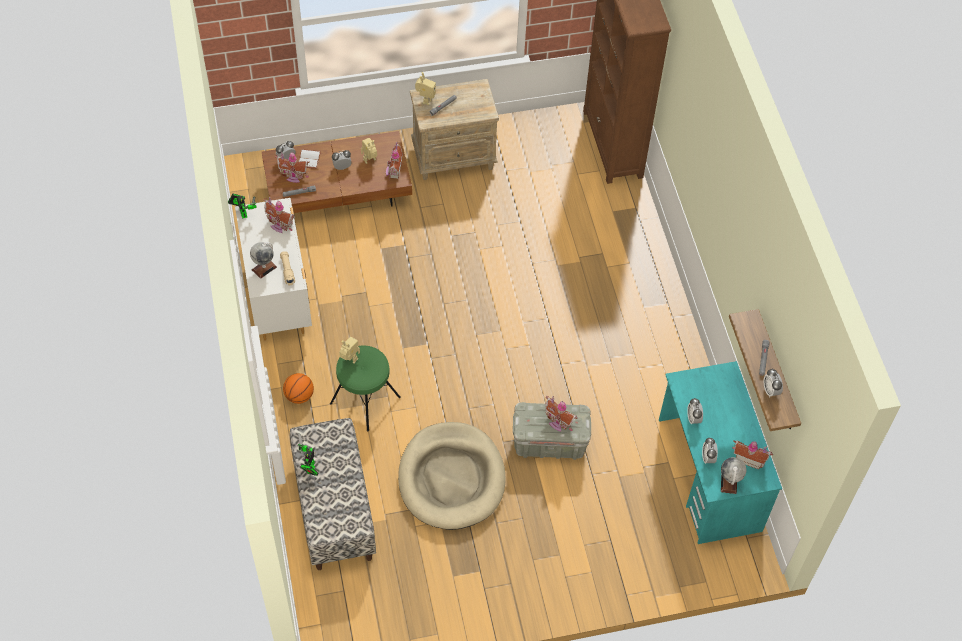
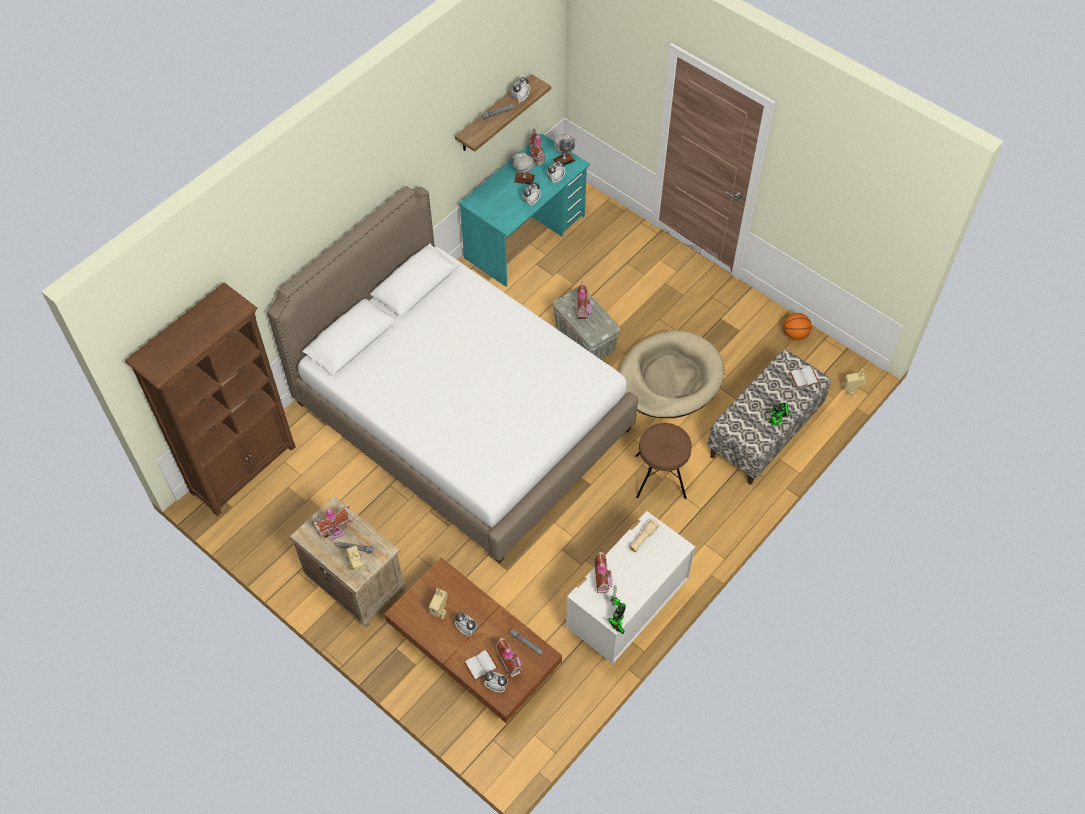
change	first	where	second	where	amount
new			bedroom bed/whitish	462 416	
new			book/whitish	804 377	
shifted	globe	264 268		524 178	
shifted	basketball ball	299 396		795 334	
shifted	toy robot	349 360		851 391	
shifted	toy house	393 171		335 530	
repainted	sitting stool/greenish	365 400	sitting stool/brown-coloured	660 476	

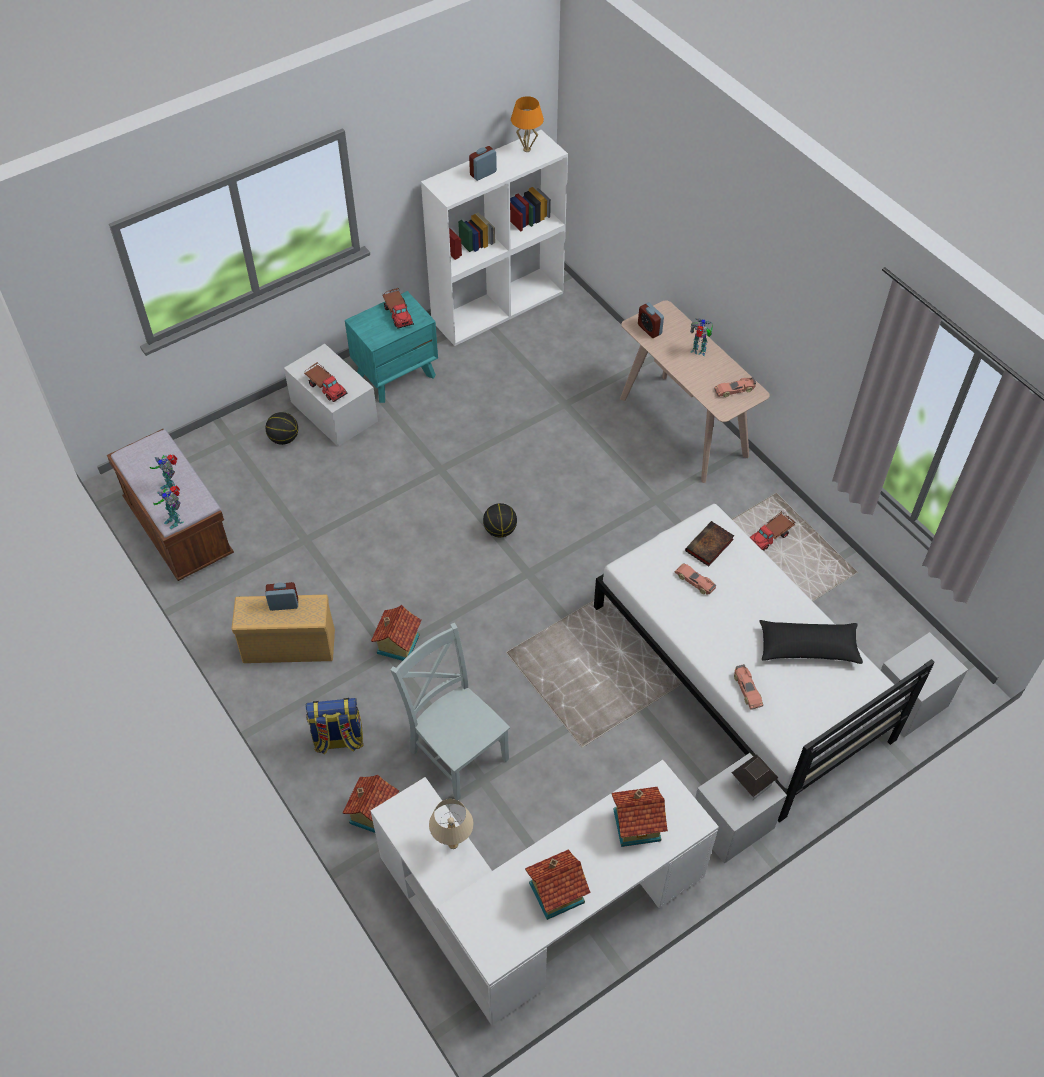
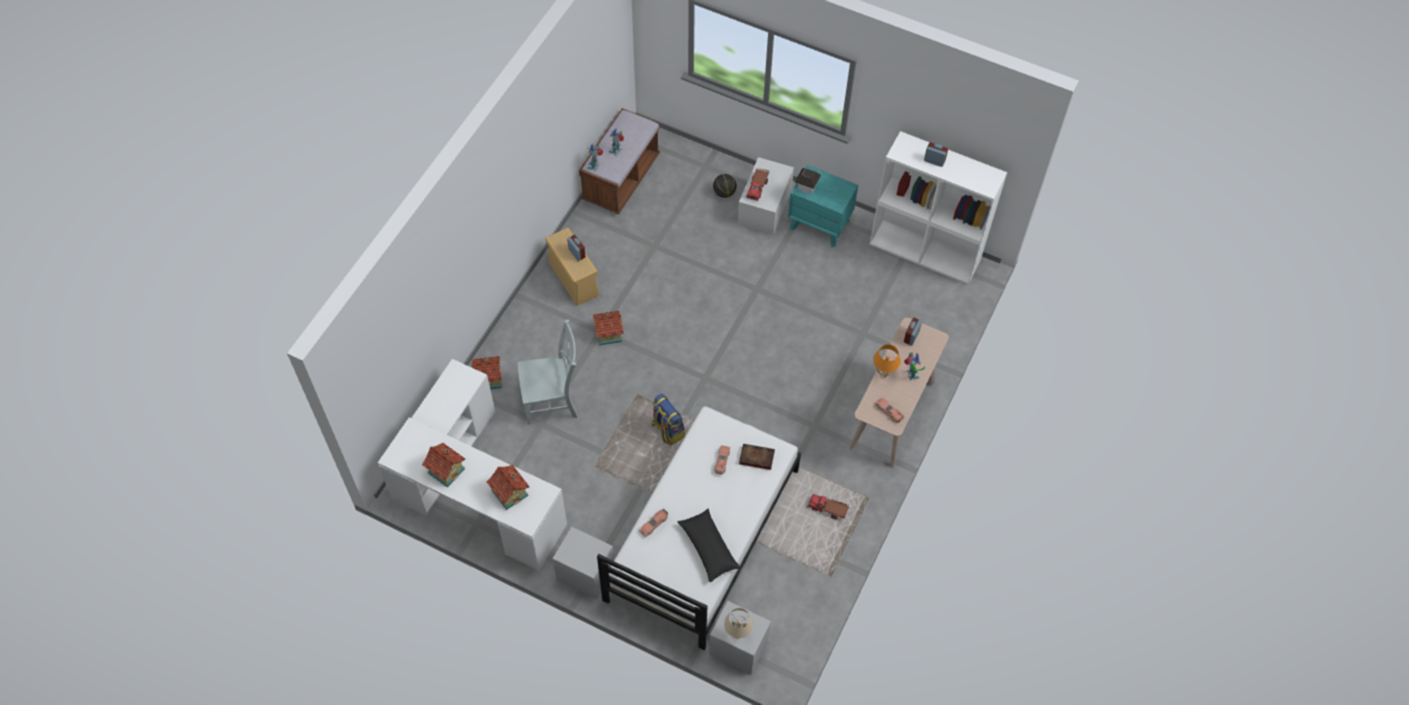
change	first	where	second	where	amount
gone	toy truck	398 313			
gone	basketball ball	500 530			
shifted	backpack	338 740		667 430	
shifted	tabletop lamp/beige	453 844		737 635	
shifted	tabletop lamp/orangey	526 149		883 375	
shifted	toy house	752 783		807 185	
rotated	upright chair/gray	456 751		552 401	60 degrees clockwise

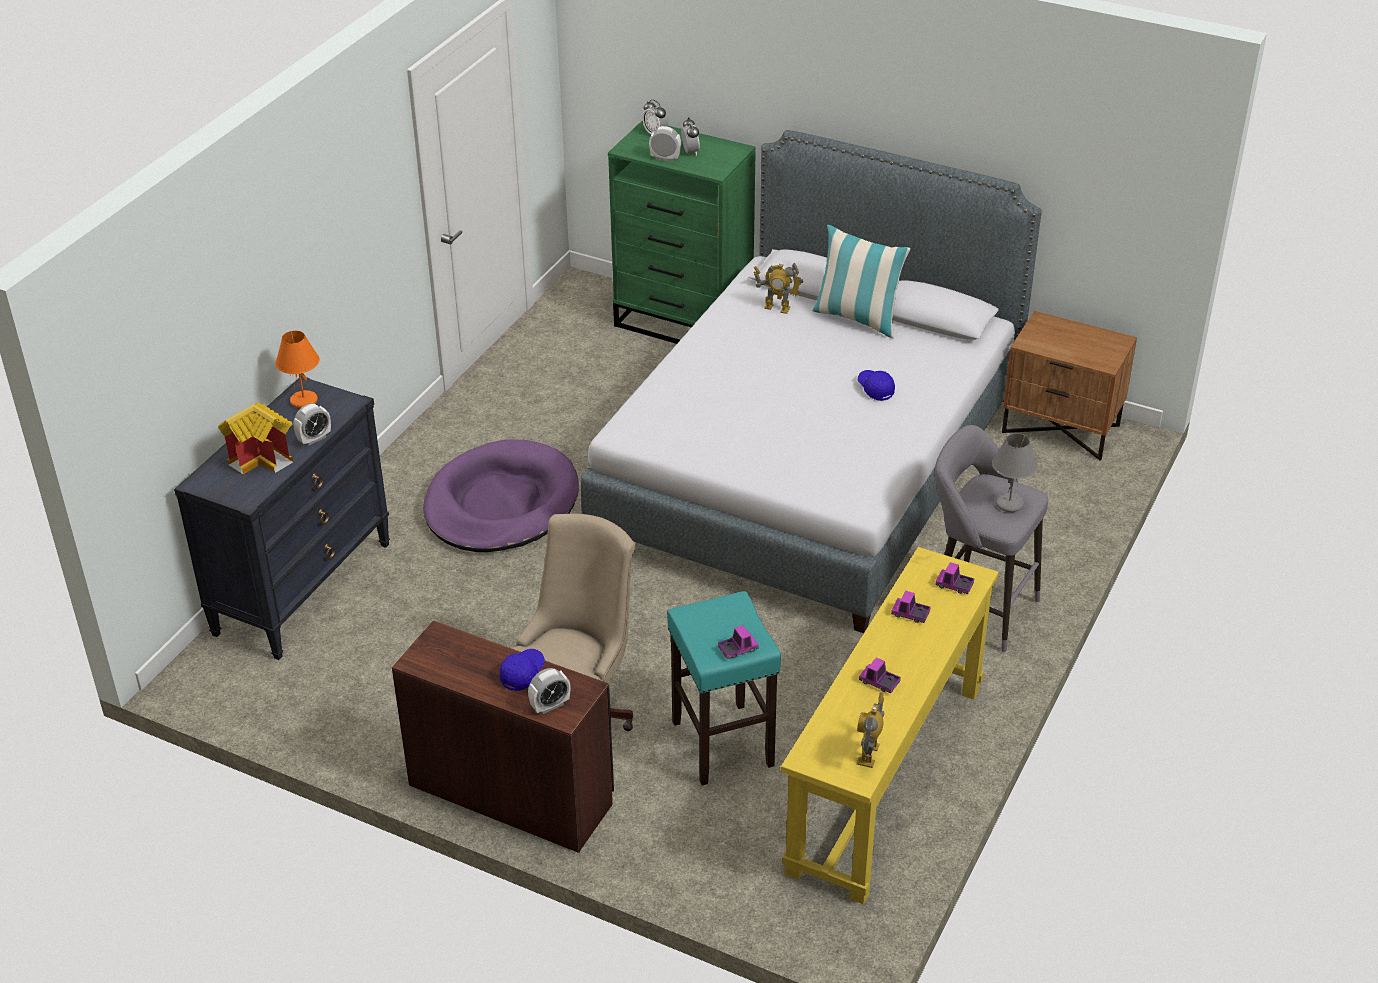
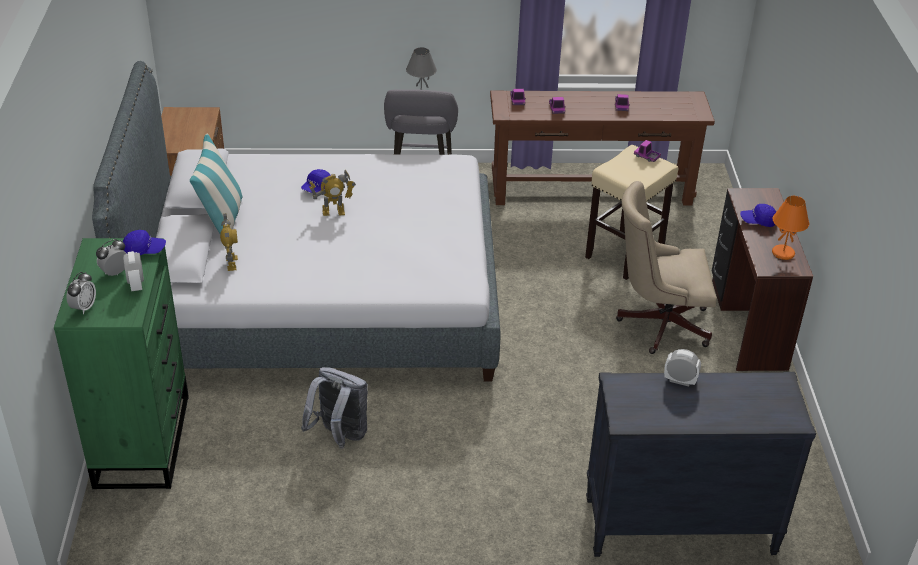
change	first	where	second	where	amount
gone	toy house	263 458			
gone	pet bed/purple-coloured	501 503			
gone	alarm clock	550 705			
new			cap/blue-coloured	145 250	
new			backpack/gray	339 436	
shifted	tabletop lamp/orangey	304 401		783 253	
shifted	toy robot	869 755		333 212	
repainted	sitting stool/turquoise	721 742	sitting stool/beige	624 255	
repainted	hall table/yellow	886 778	hall table/brown-coloured	591 190	

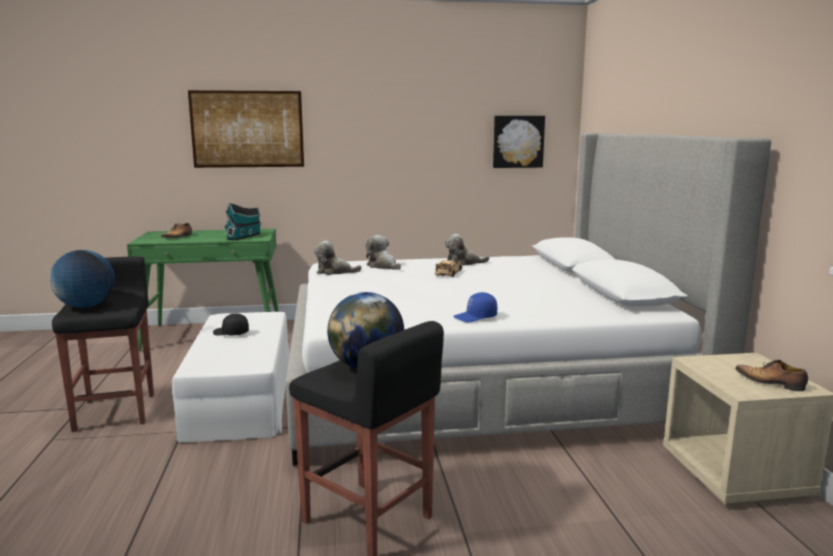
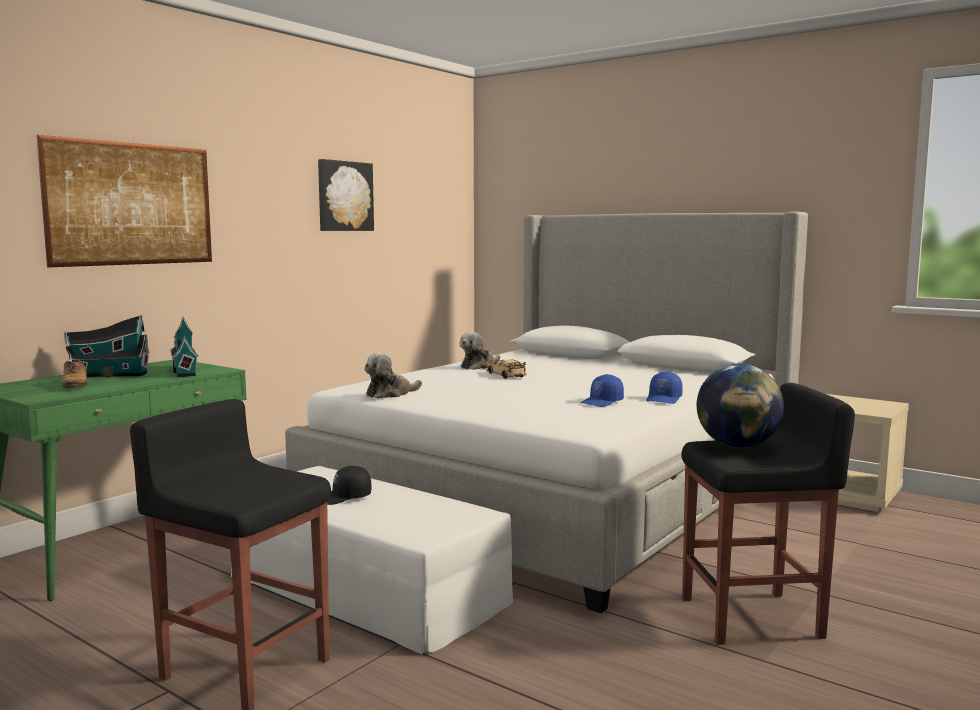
change	first	where	second	where	amount
gone	globe	86 306			
gone	cuddly toy	383 266			
gone	item of footwear	770 383			
new			toy house	108 375	
new			cap/blue-coloured	602 402	
shifted	picture	518 141		344 196	

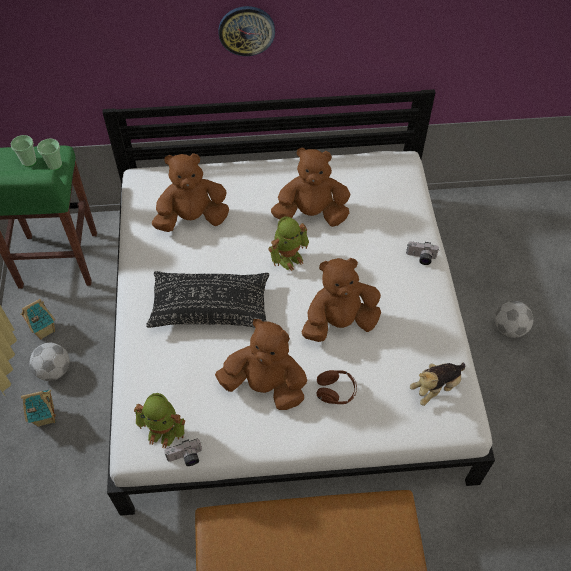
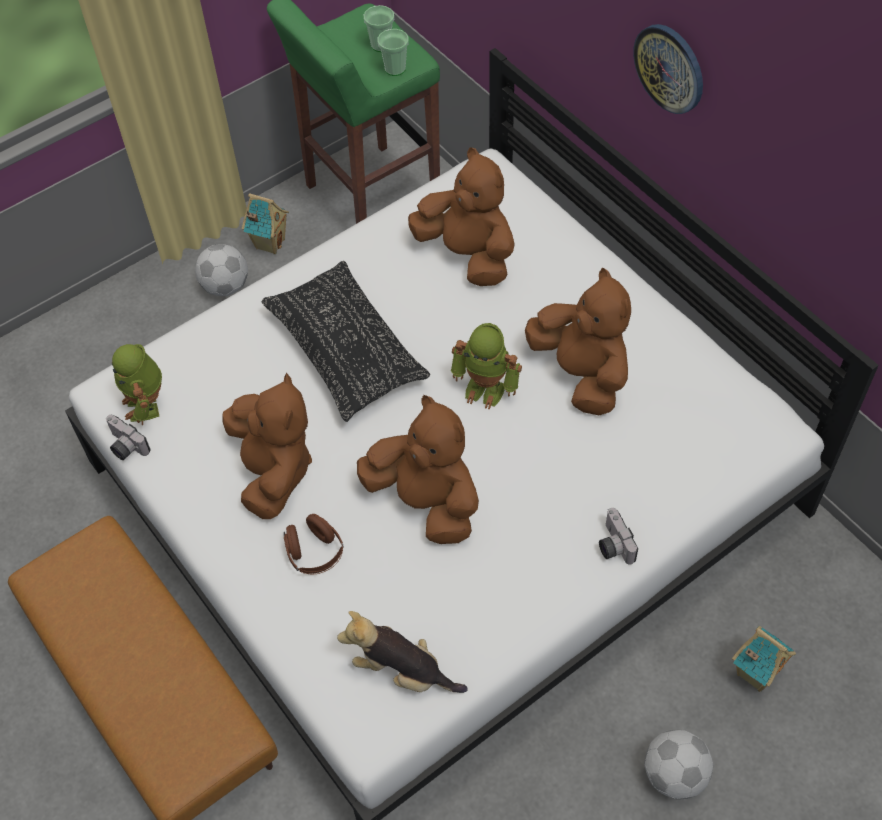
change	first	where	second	where	amount
shifted	toy house	45 417		755 672	

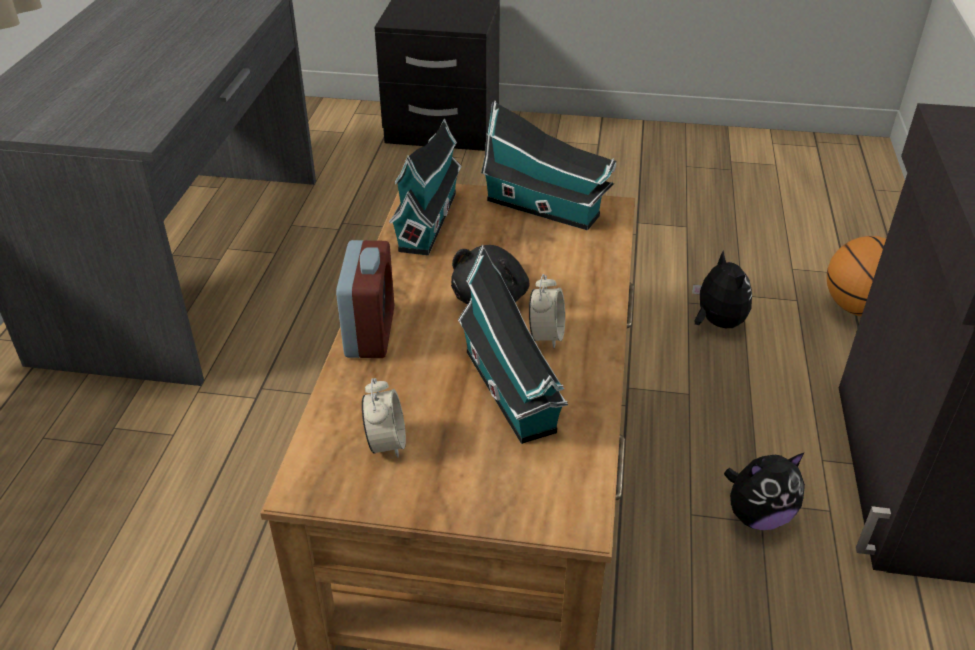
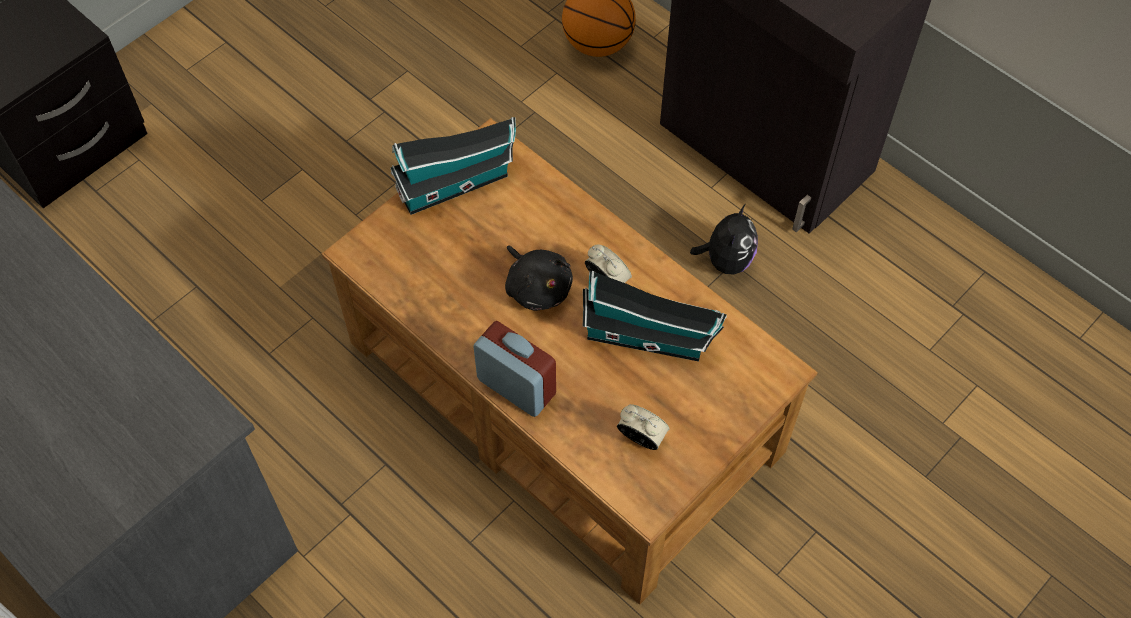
change	first	where	second	where	amount
gone	toy house	429 219			
gone	cuddly toy	717 322			

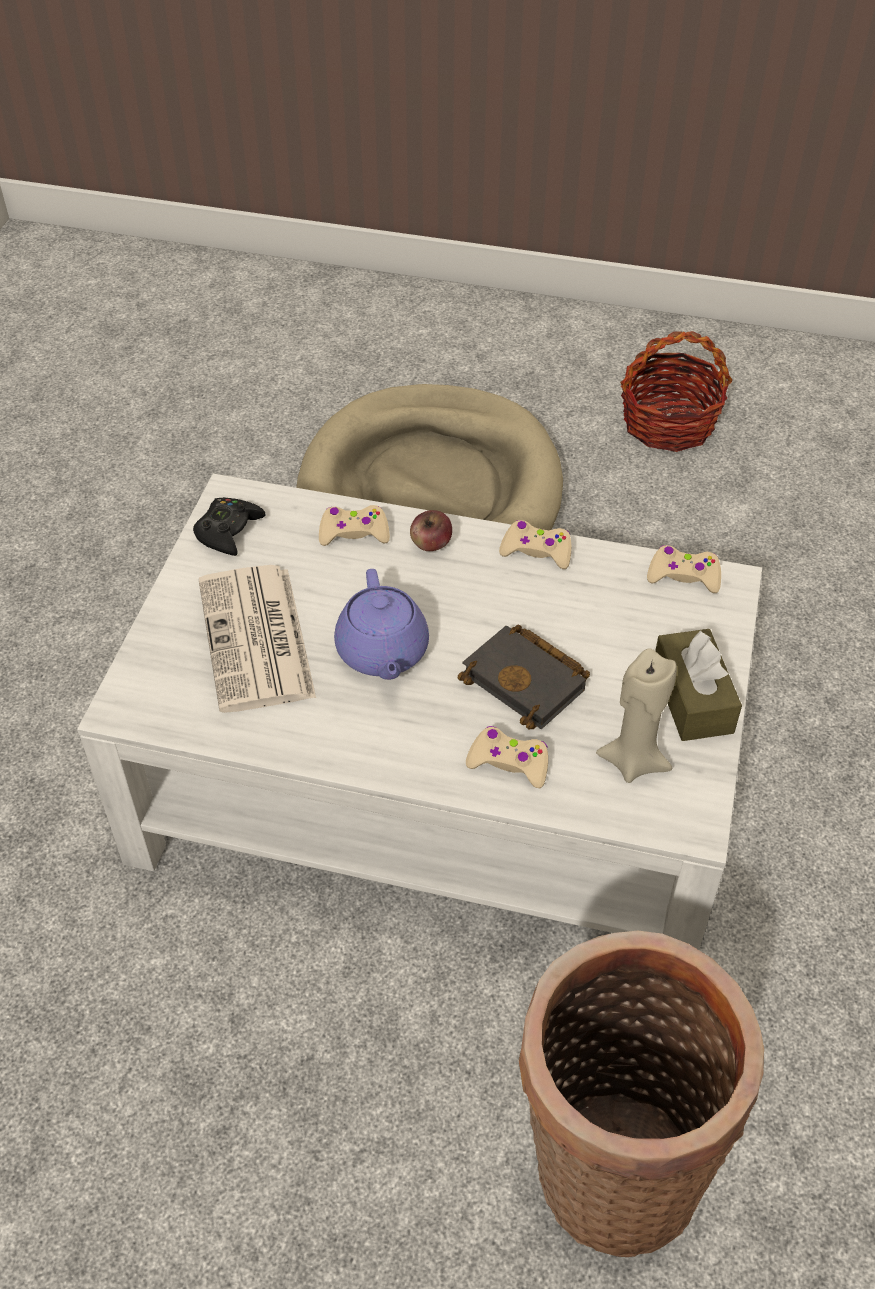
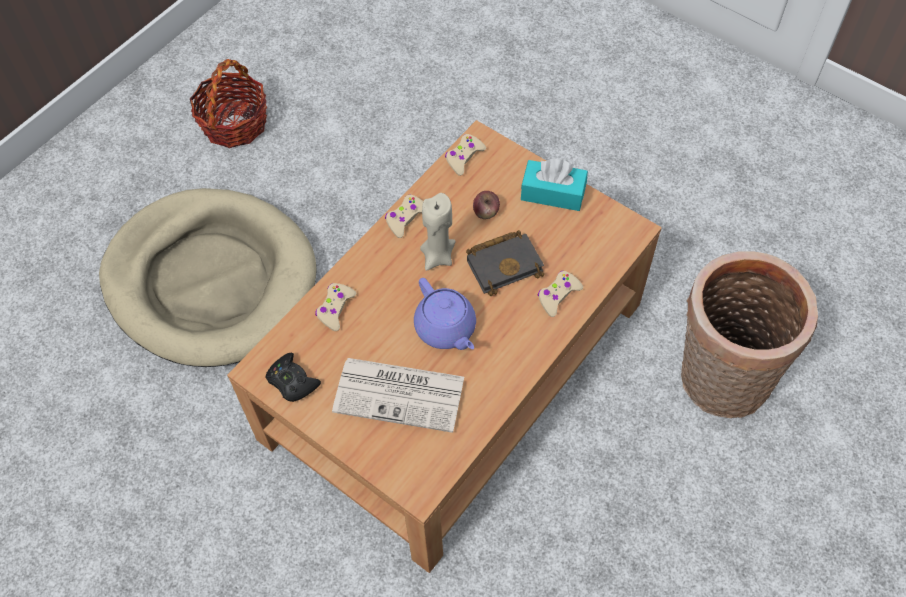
change	first	where	second	where	amount
shifted	whole apple	431 544		486 212	
shifted	candle/beige	633 761		438 256	
repainted	coffee table/whitish	440 784	coffee table/brown-coloured	455 368	
repainted	box of tissues/brown-coloured	692 698	box of tissues/turquoise	553 193	
rotated	tea pot/purple-coloured	382 652		446 329	45 degrees clockwise

